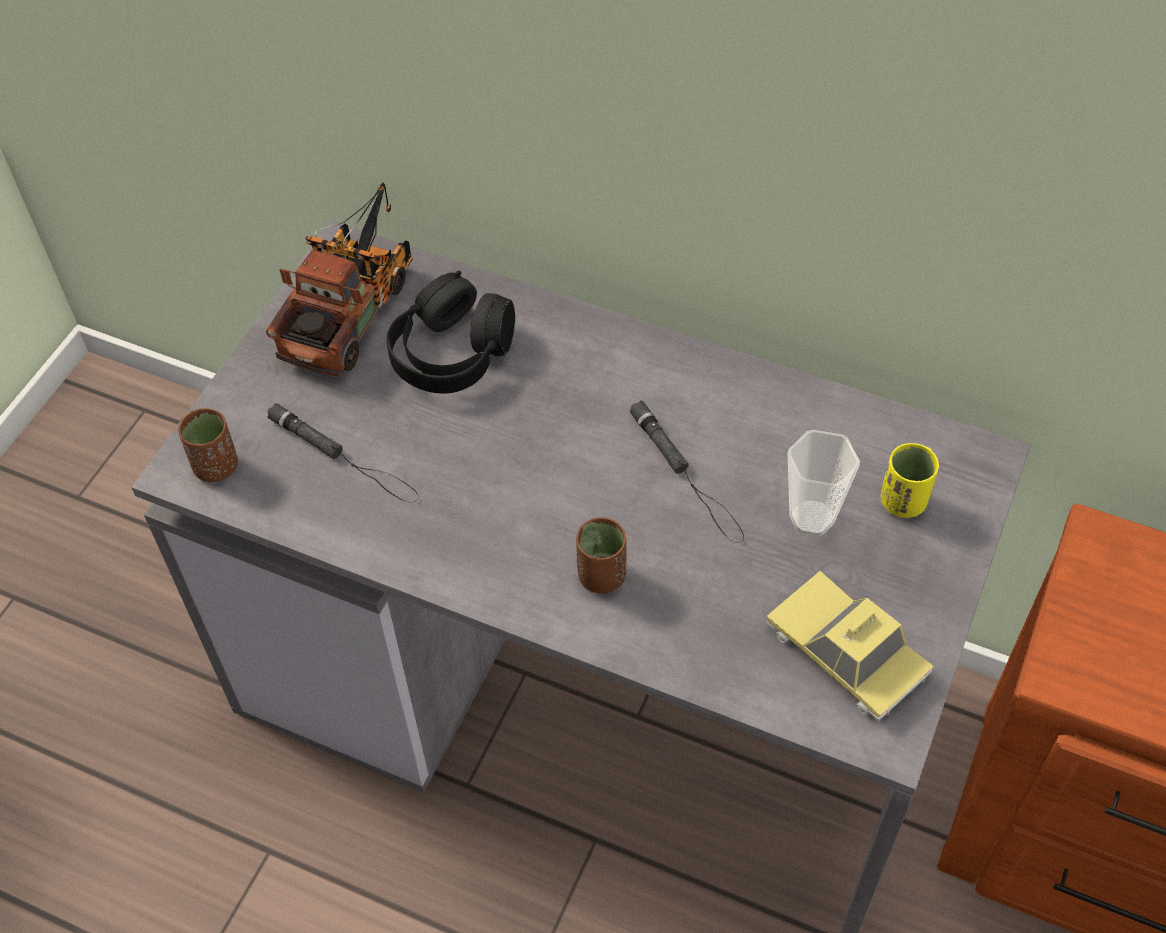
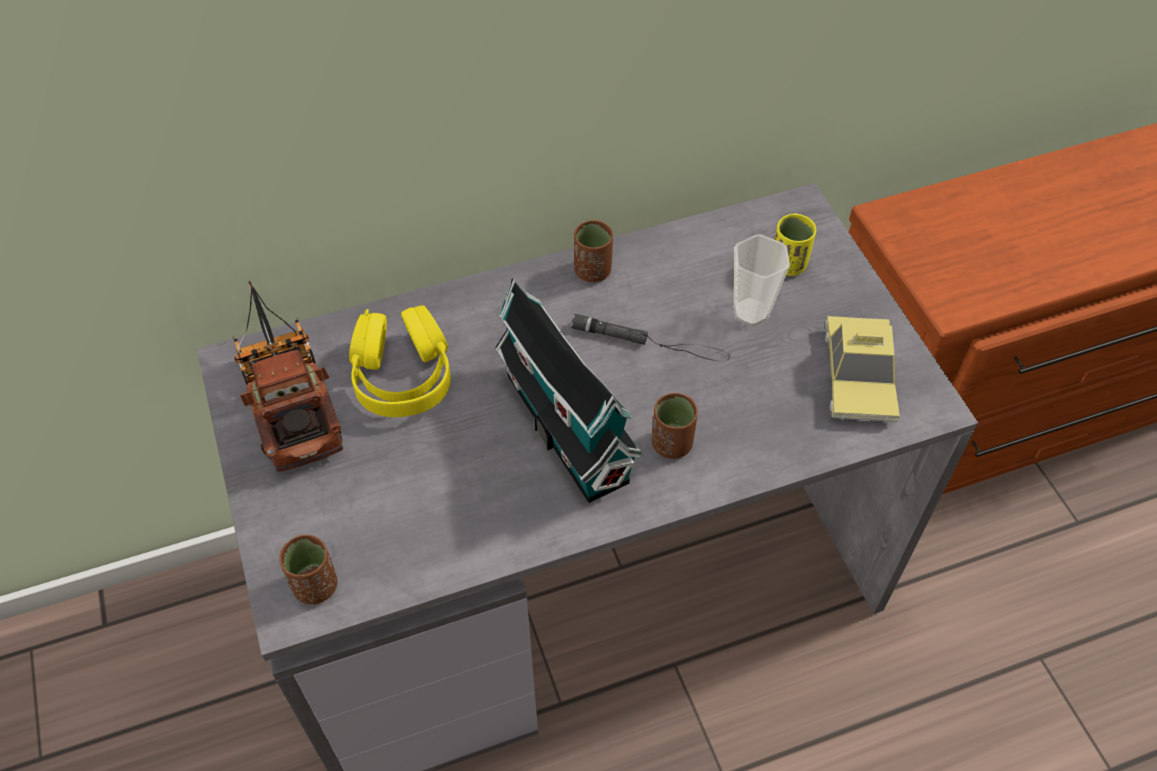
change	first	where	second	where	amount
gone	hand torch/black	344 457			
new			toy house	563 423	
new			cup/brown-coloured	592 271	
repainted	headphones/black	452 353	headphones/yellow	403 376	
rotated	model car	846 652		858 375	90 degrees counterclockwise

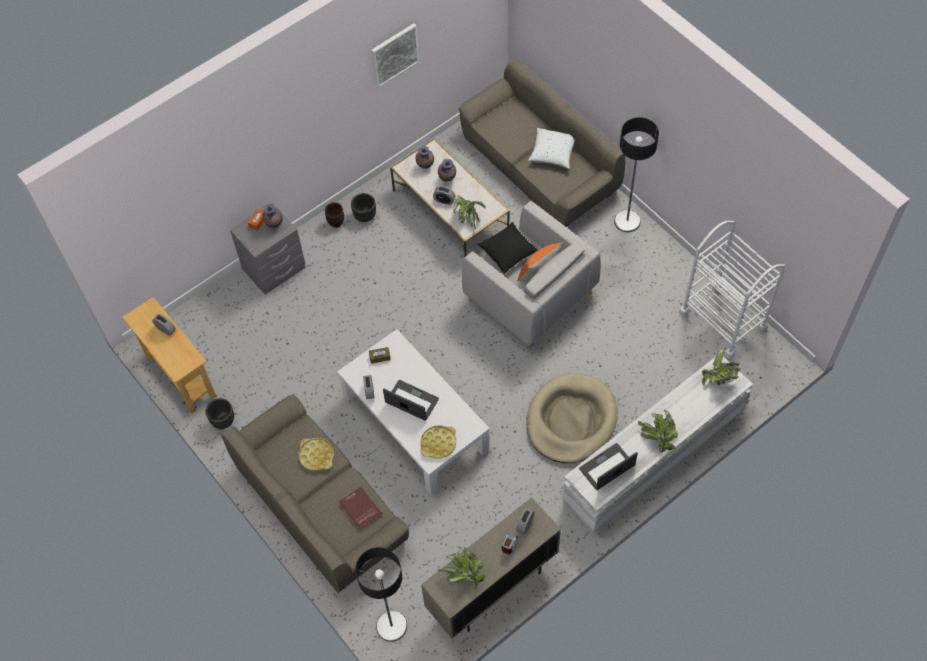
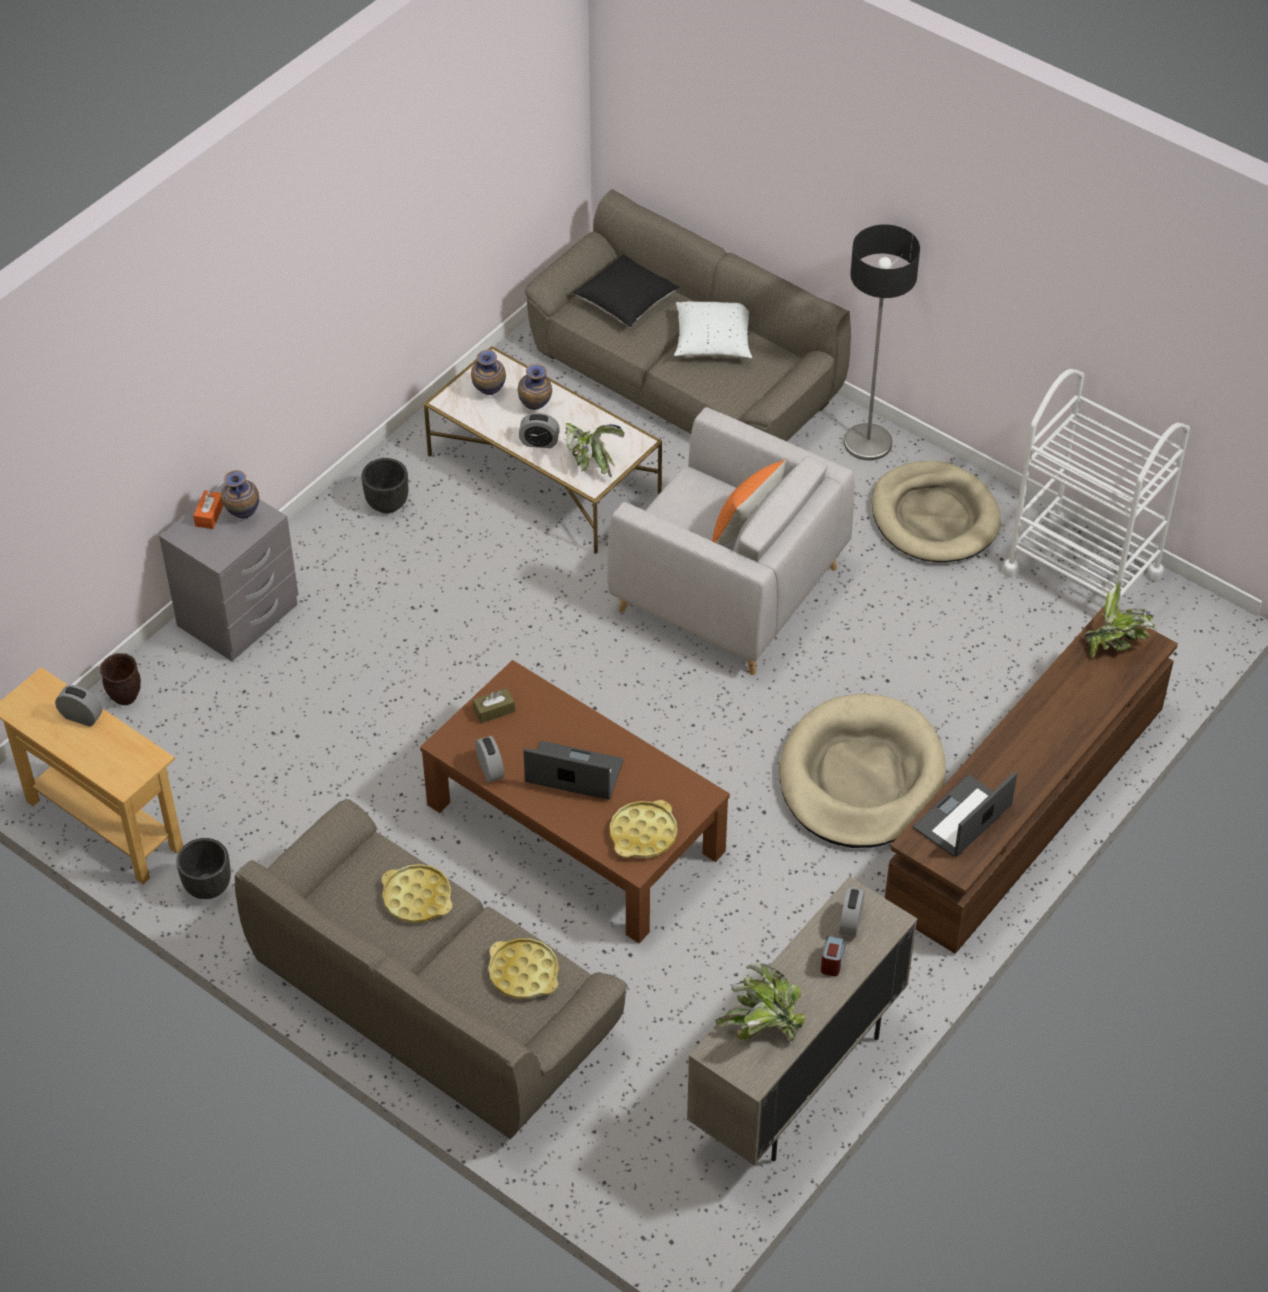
change	first	where	second	where	amount
gone	standing lamp	391 626			
gone	picture	394 54			
gone	houseplant	656 438			
new			pet bed/beige	934 517	
shifted	plant pot/brown-coloured	336 223		124 697	
shifted	pillow/black	508 253		626 303	
swapped	book/reddish	359 509	tray/yellow	523 973	
repainted	coffee table/whitish	414 422	coffee table/brown-coloured	574 827	
repainted	tv stand/whitish	654 454	tv stand/brown-coloured	1026 808	

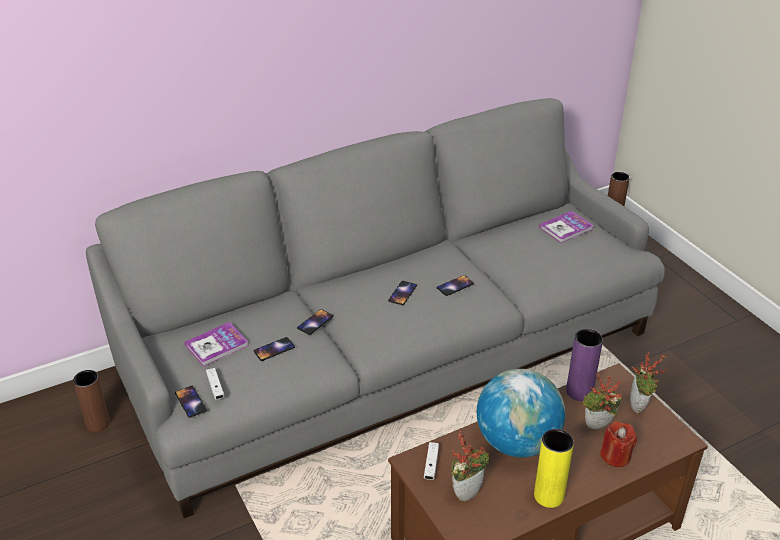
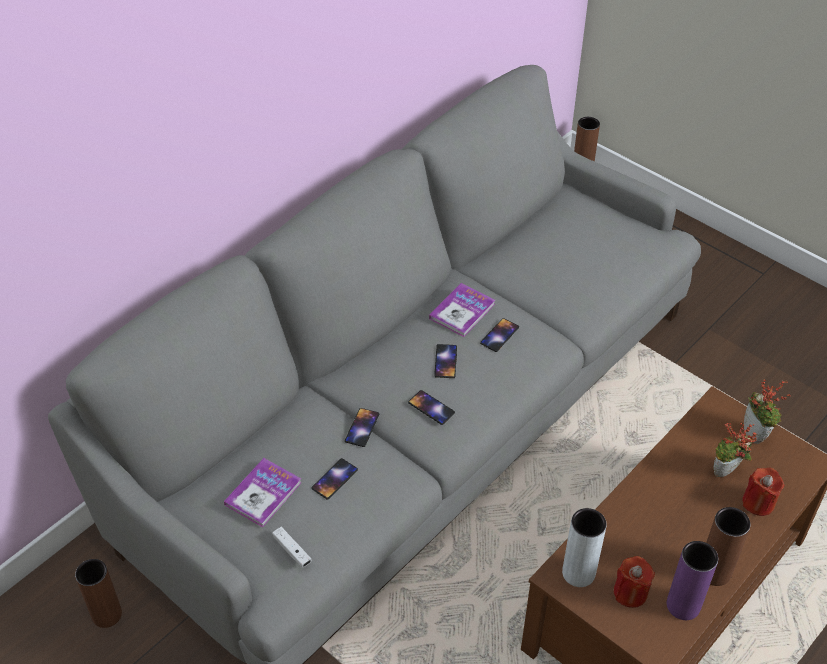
change	first	where	second	where	amount
gone	globe	516 442			
shifted	phone	190 402		431 408	
shifted	book	566 228		462 311	
shifted	decorative vase/purple-coloured	579 392		683 605	
swapped	gamepad/whitish	431 464	decorative vase/gray	578 573	
swapped	houseplant	467 491	candle/reddish	630 592	
repainted	decorative vase/yellow	548 496	decorative vase/brown-coloured	714 572	

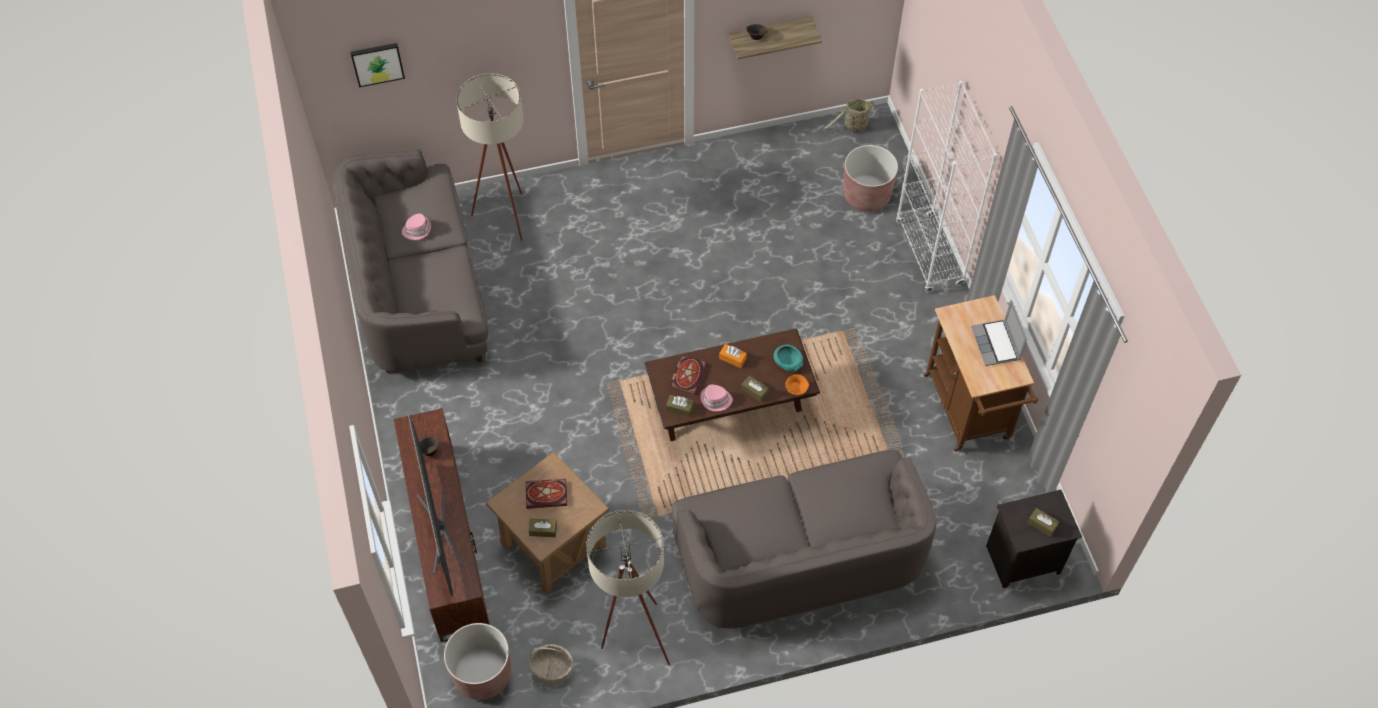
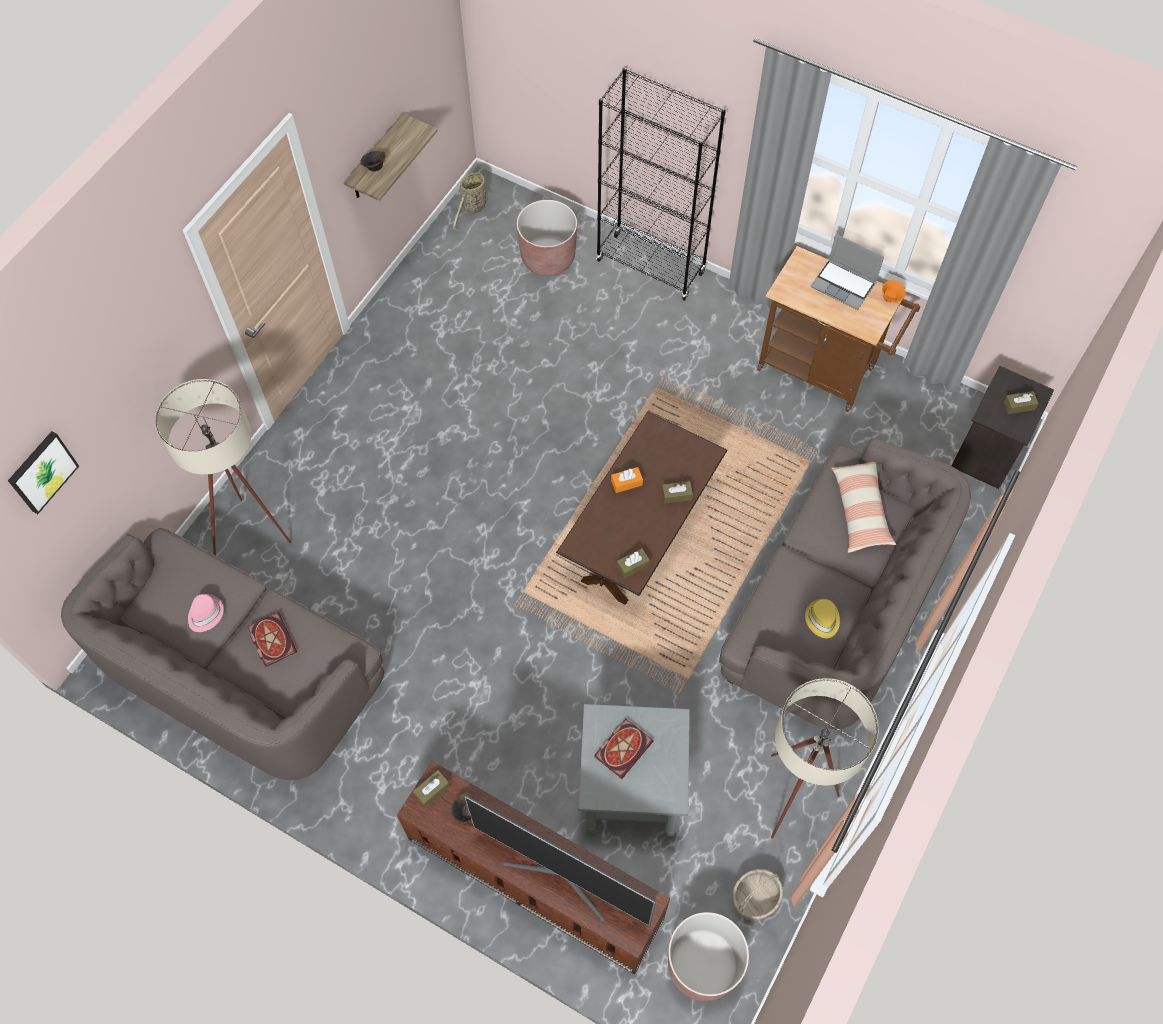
change	first	where	second	where	amount
gone	clothing hat/pink	716 400			
gone	bowl/turquoise	788 361			
new			clothing hat/yellow	822 619	
new			pillow	860 510	
shifted	box of tissues/brown-coloured	543 530		432 790	
shifted	book	688 375		271 639	
shifted	bowl/orangey	796 389		891 298	
repainted	side table/brown-coloured	553 544	side table/gray	630 788	
repainted	shelving unit/whitish	929 253	shelving unit/black	651 267	

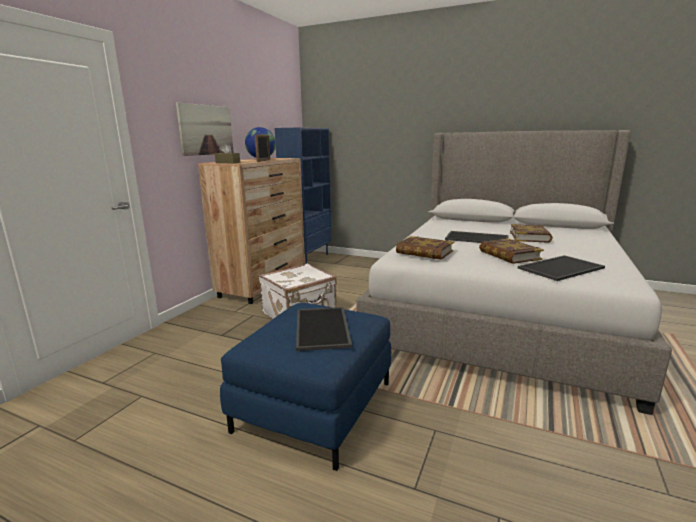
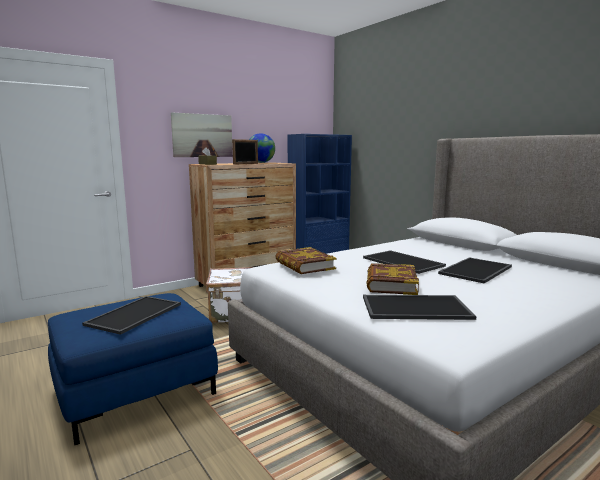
change	first	where	second	where	amount
swapped	book	530 237	tray	476 270	

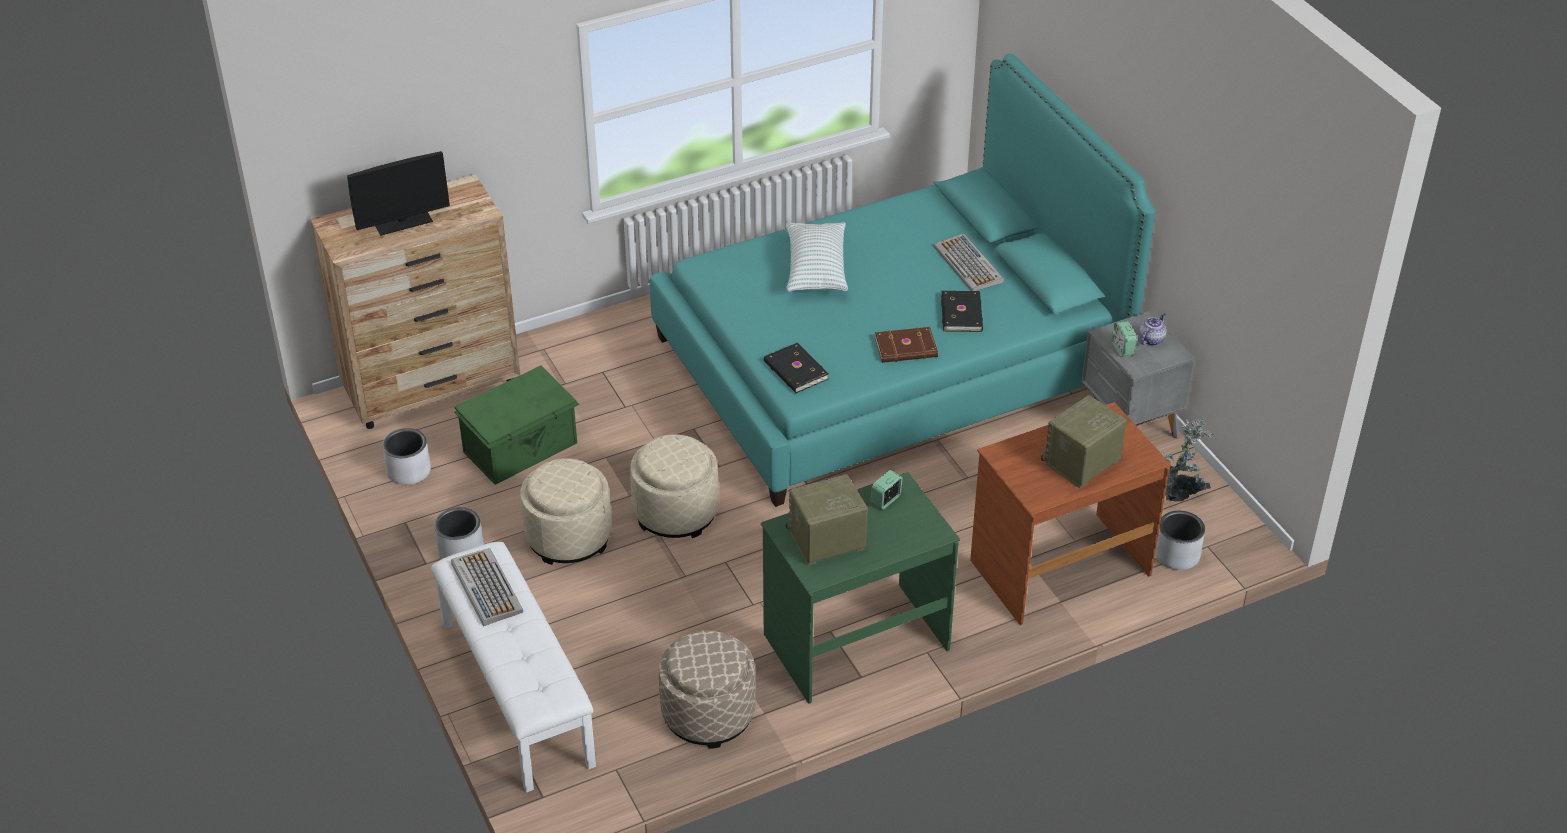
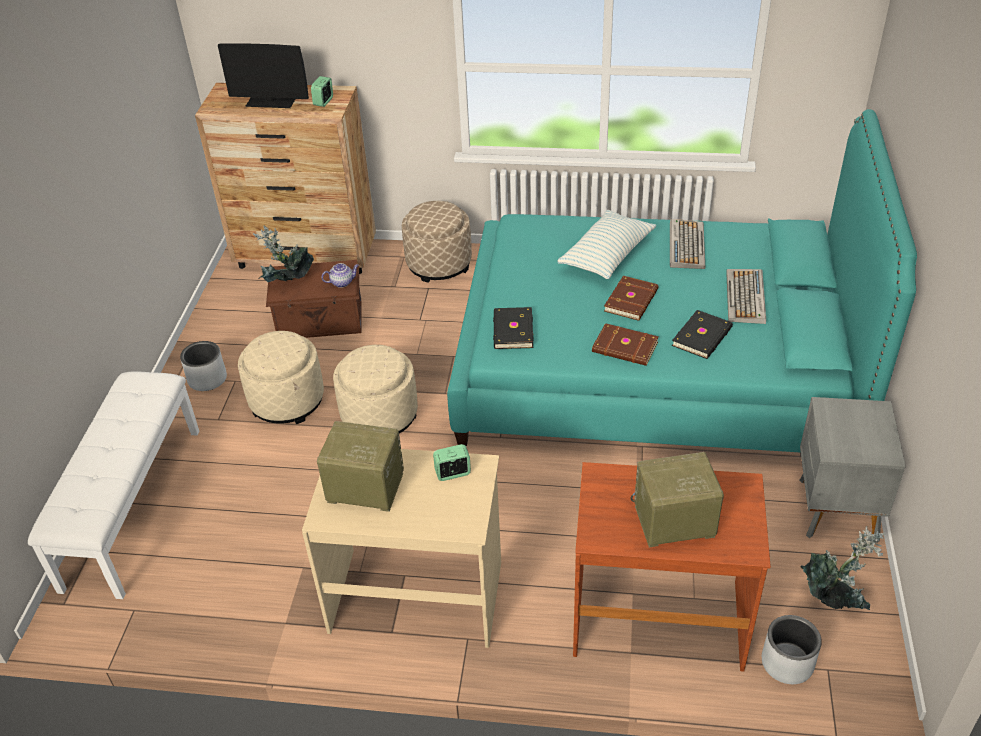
change	first	where	second	where	amount
gone	plant pot/whitish	408 471			
new			houseplant	288 284	
new			book/brown-coloured	632 300	
shifted	computer keyboard	485 587		686 245	
shifted	ottoman/beige	708 713		439 264	
shifted	alarm clock	1122 349		323 102	
shifted	tea pot	1151 339		342 282	
repainted	storage box/greenish	522 448	storage box/brown-coloured	321 321	
repainted	desk unit/greenish	855 640	desk unit/beige	417 595	

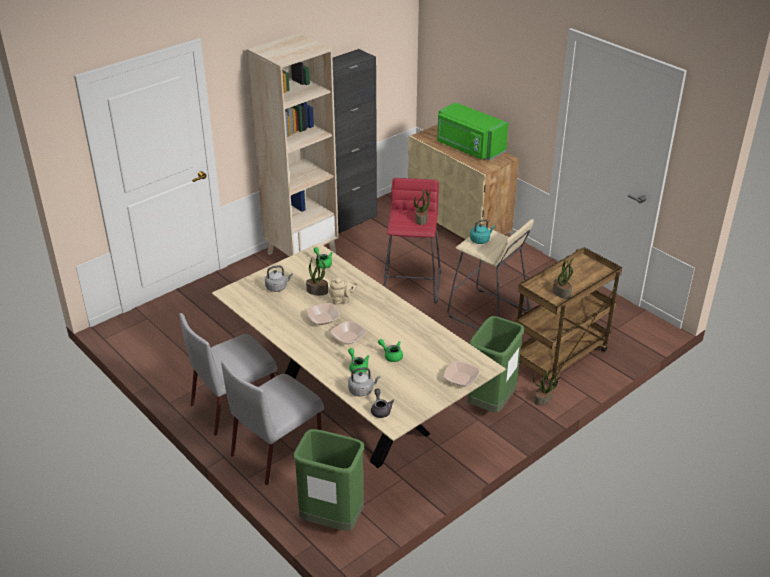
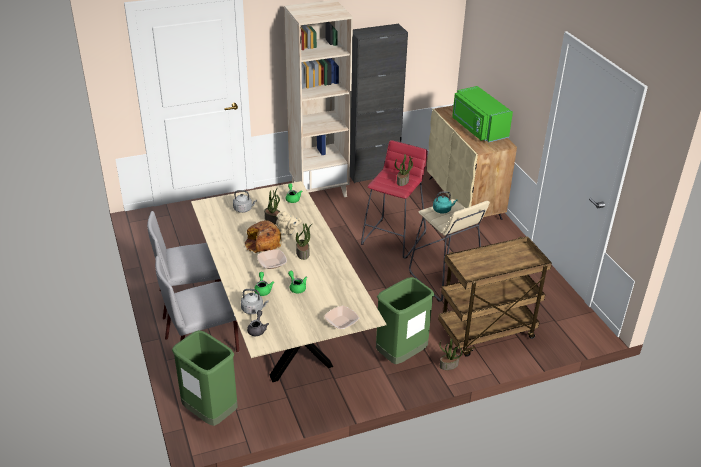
change	first	where	second	where	amount
shifted	houseplant	562 293		303 253	
swapped	bowl	323 318	baked bread	262 243	

